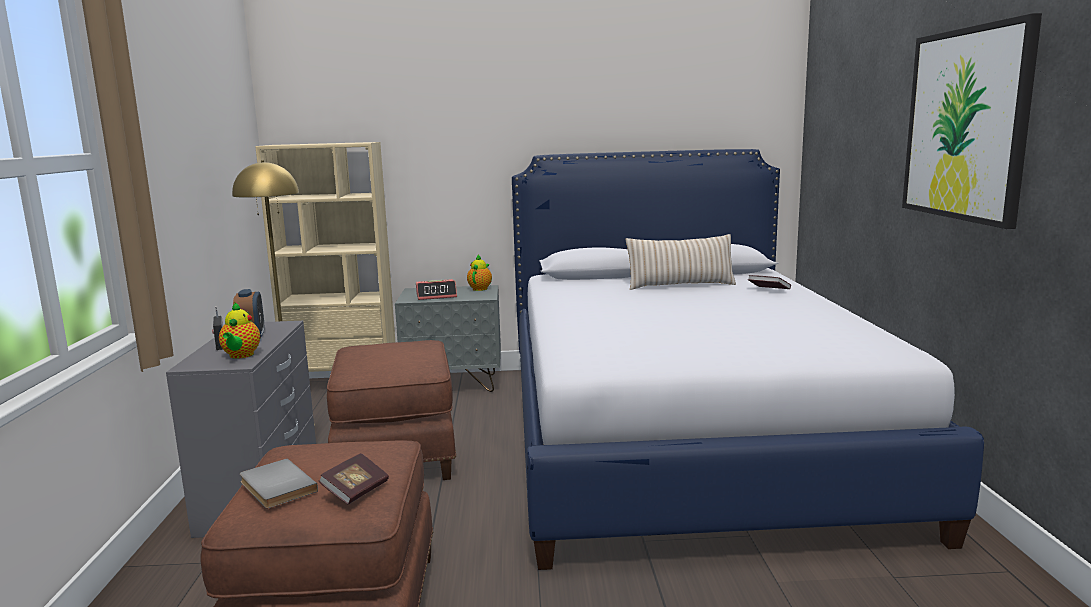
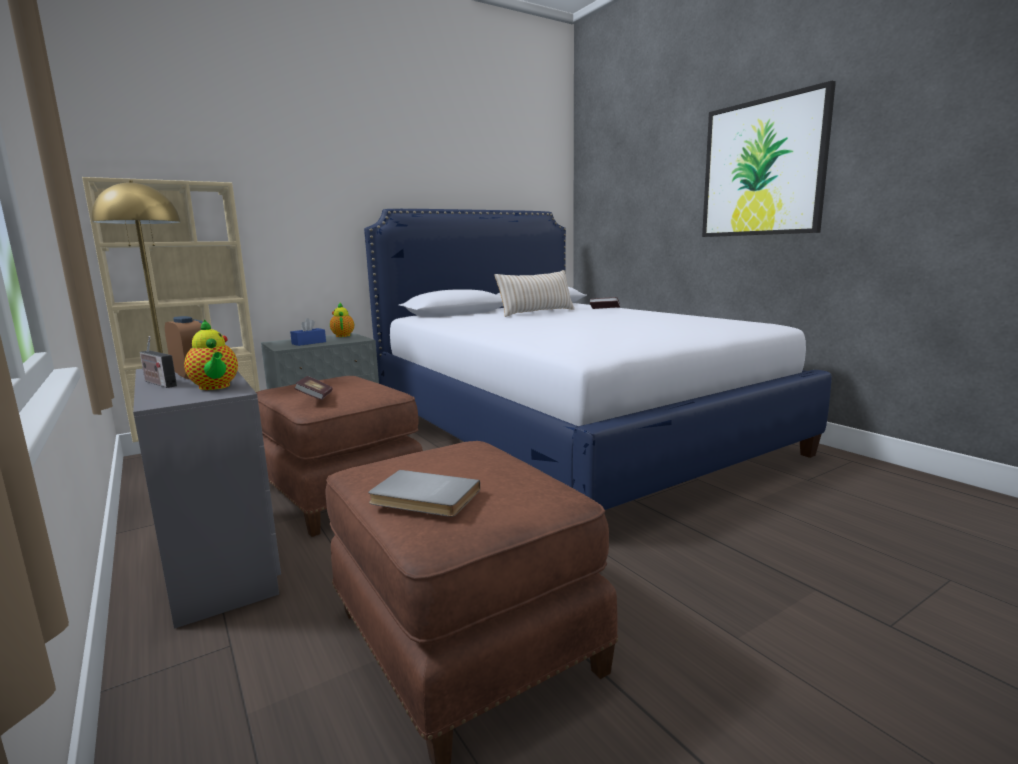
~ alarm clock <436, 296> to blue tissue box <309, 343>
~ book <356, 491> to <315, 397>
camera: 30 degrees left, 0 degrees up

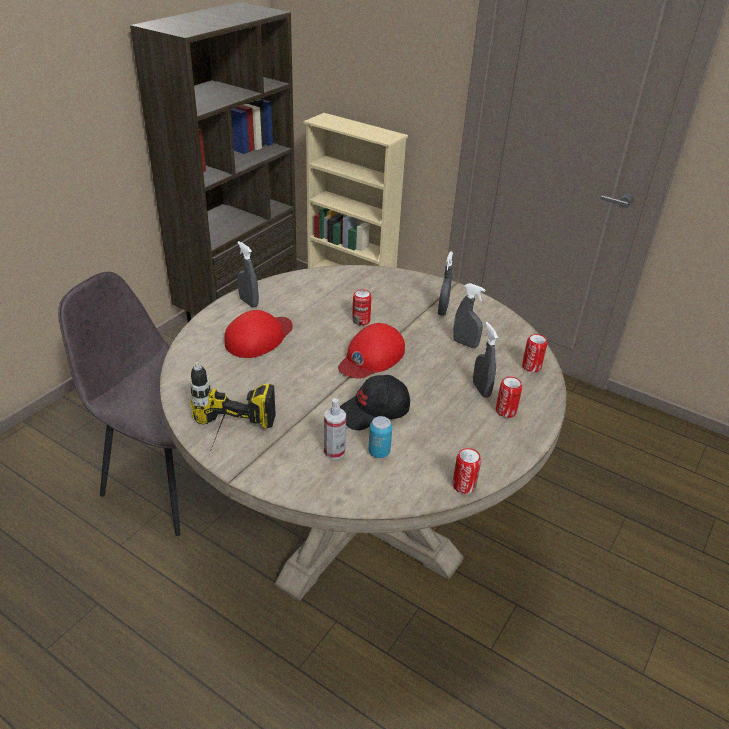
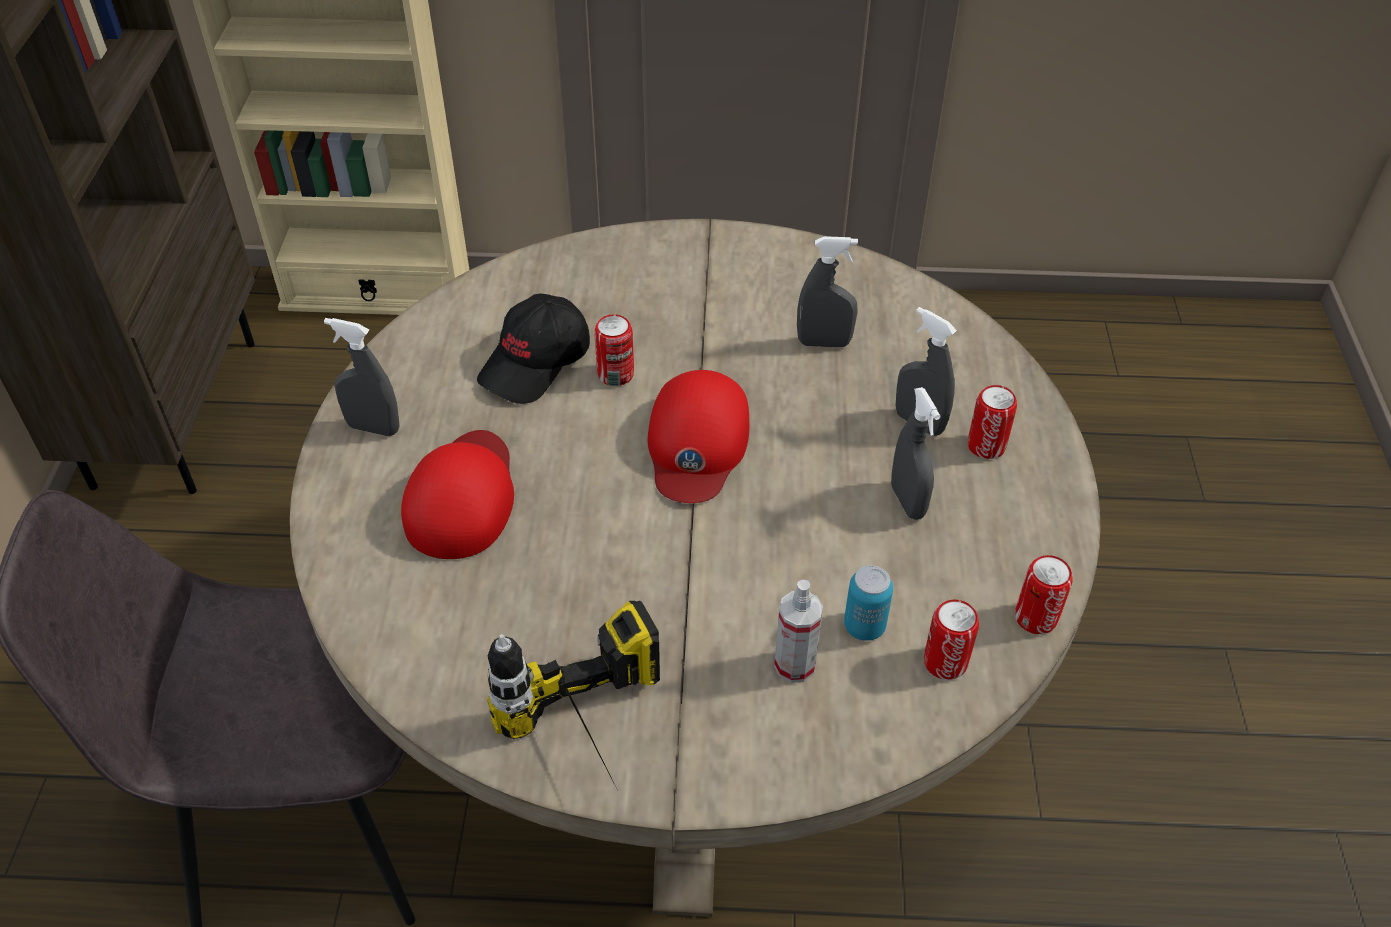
~ black cap <374, 412> to <536, 363>
~ grey spray bottle <443, 310> to <907, 501>
~ can <531, 367> to <945, 662>
camera: 30 degrees left, 10 degrees up

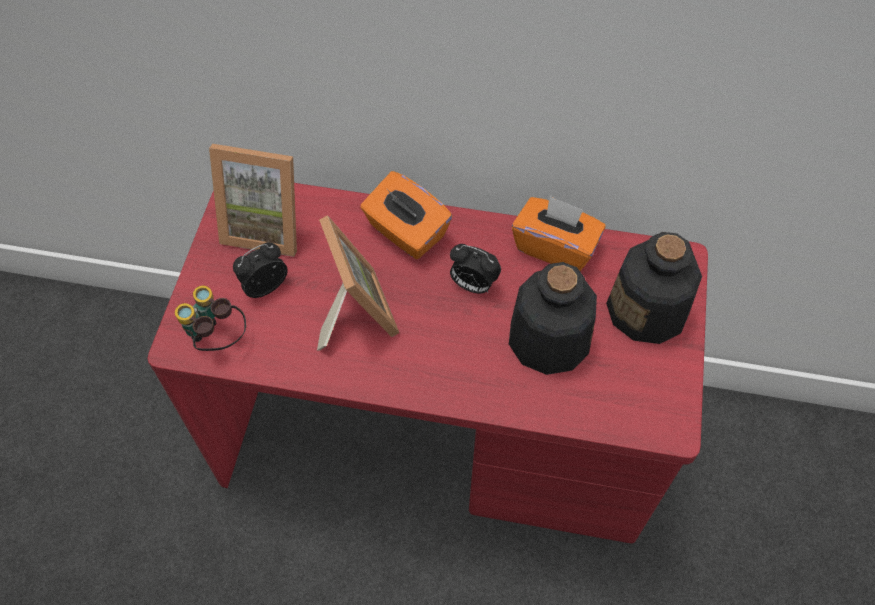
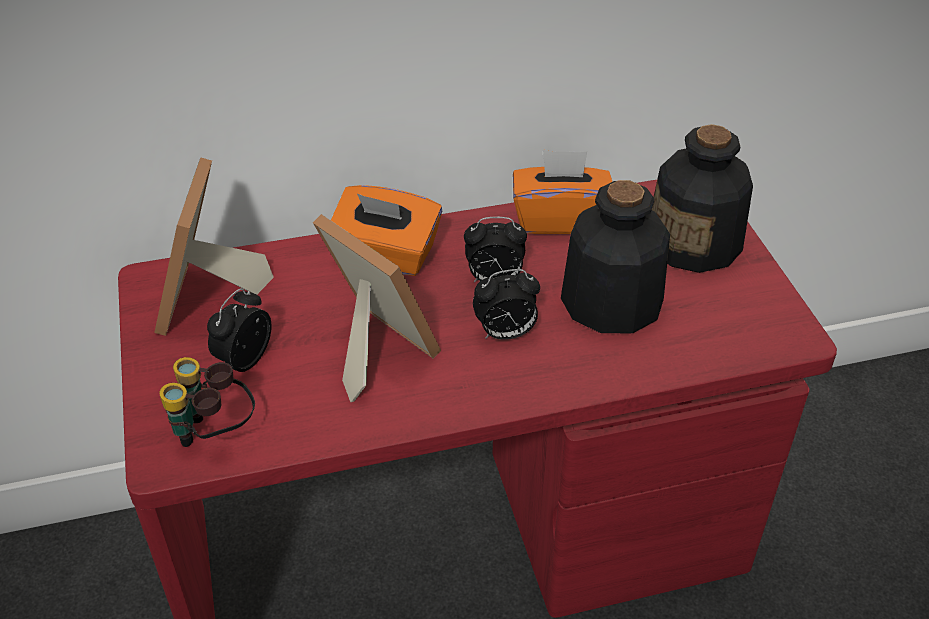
~ picture frame <266, 225> = <209, 300> 105 degrees clockwise
+ alarm clock <505, 333>
camera: 25 degrees left, 15 degrees down

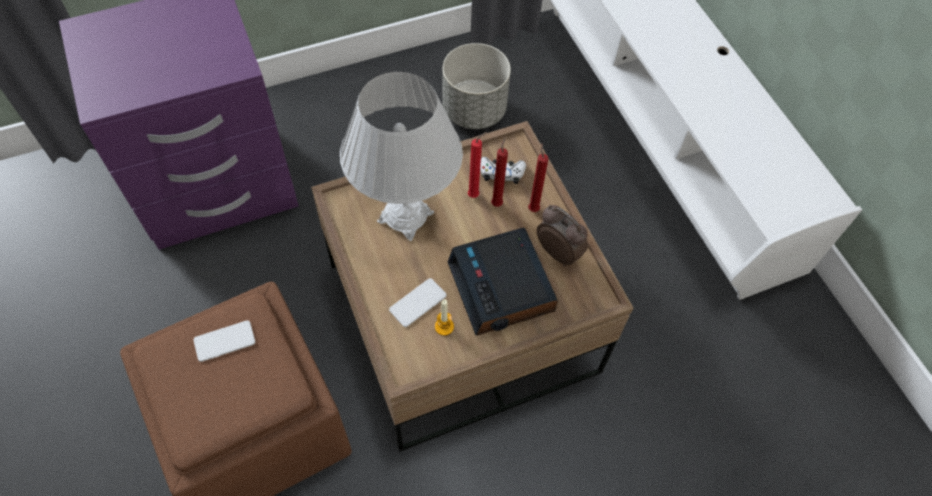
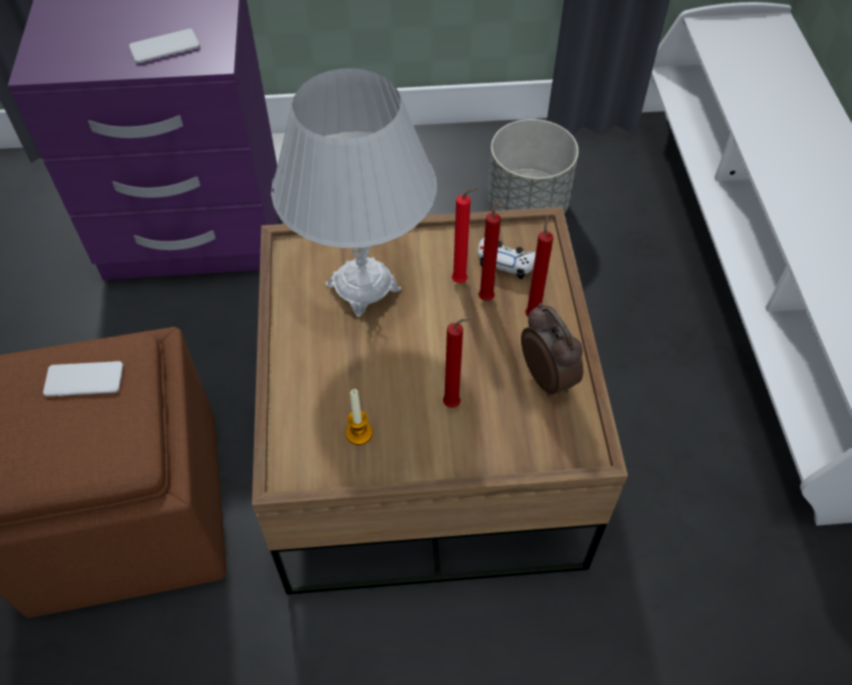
~ phone <418, 303> to <164, 47>
~ alarm clock <502, 288> to red candle <454, 404>
camera: 20 degrees right, 5 degrees down

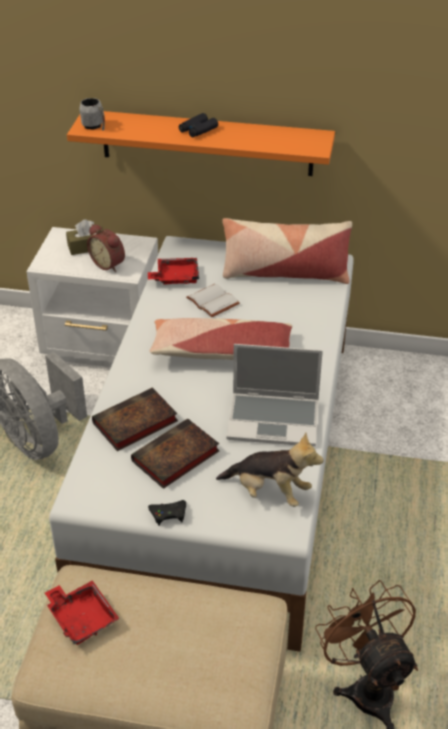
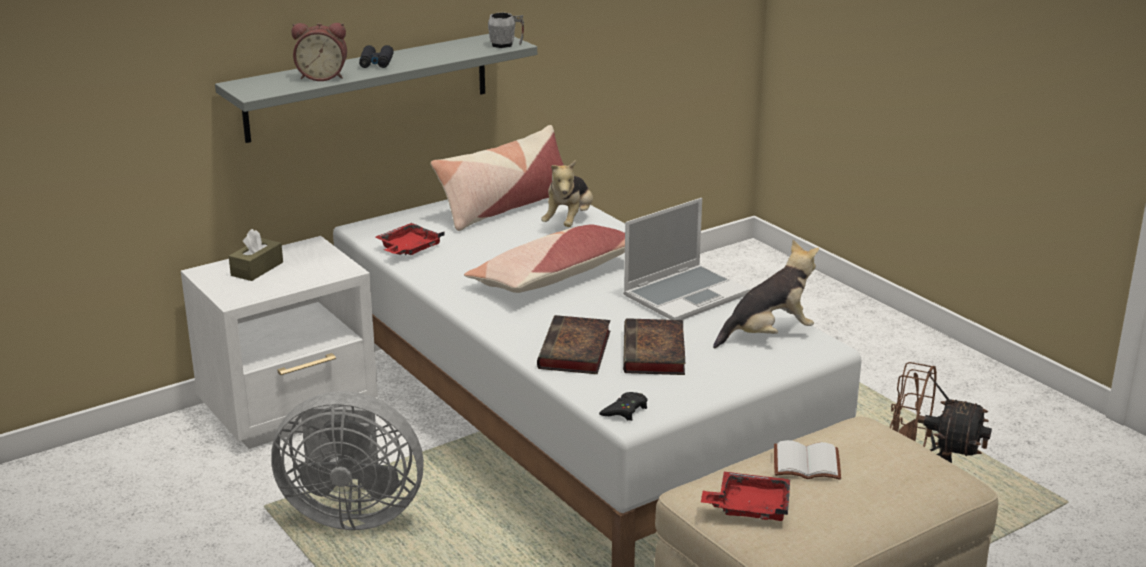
~ orange shelf <207, 143> to grey shelf <368, 86>
~ alarm clock <109, 264> to <322, 77>
~ grey mug <94, 126> to <506, 45>
+ plush toy <569, 222>
~ black game controller <168, 514> to <625, 411>
~ white book <211, 302> to <805, 465>
camera: 45 degrees left, 15 degrees down

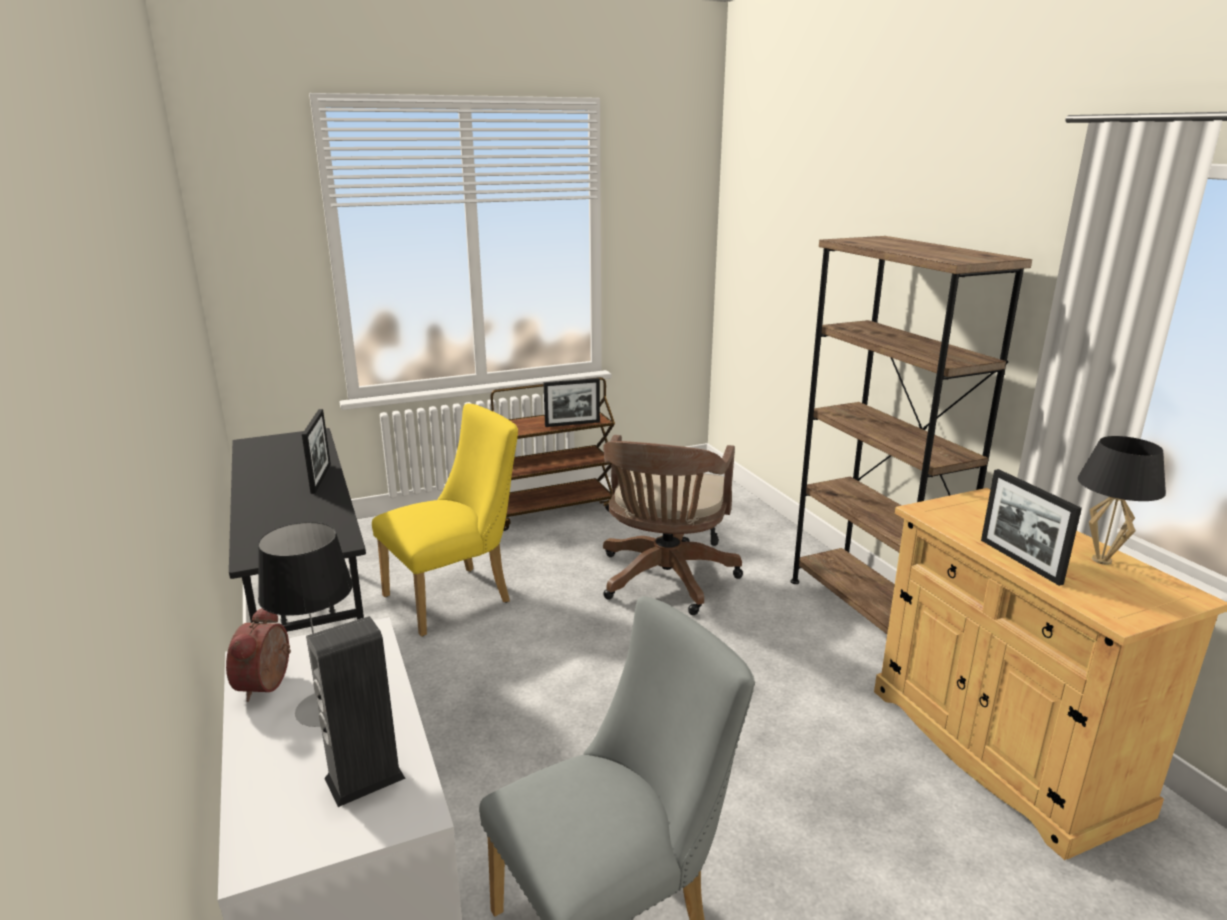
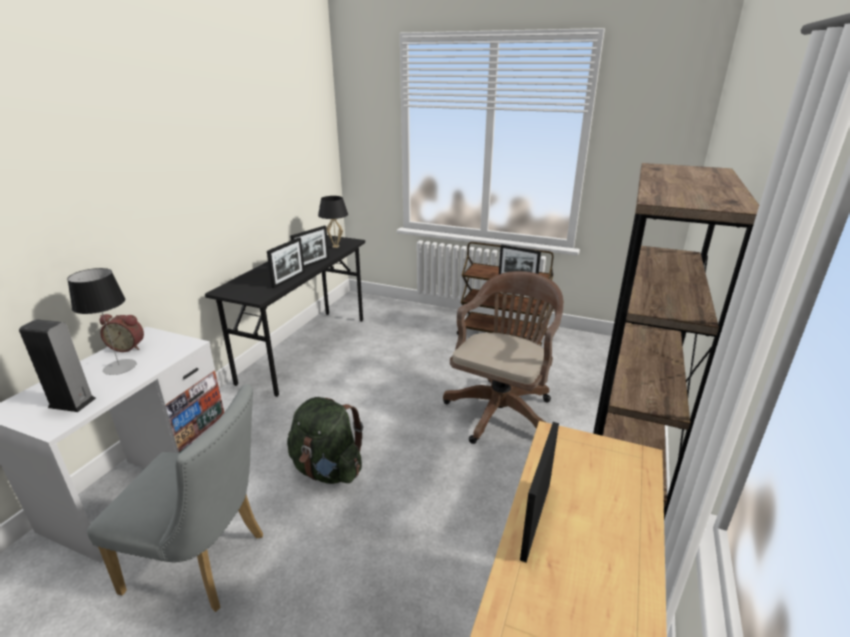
~ alarm clock <268, 684> = <128, 347> 135 degrees counterclockwise
+ picture frame <289, 279>
+ green backpack <328, 470>
~ black table lamp <1101, 560> to <336, 246>
~ brown office chair <665, 581> = <501, 409> 150 degrees clockwise
- yellow chair <456, 597>
camera: 45 degrees right, 5 degrees up

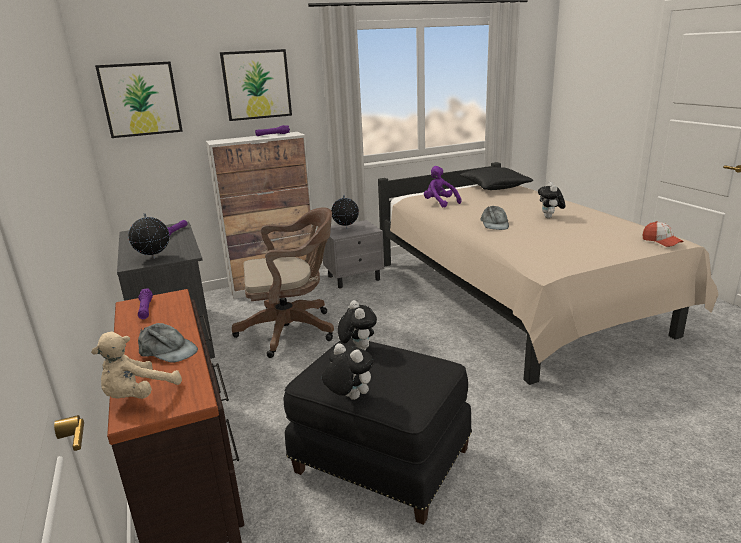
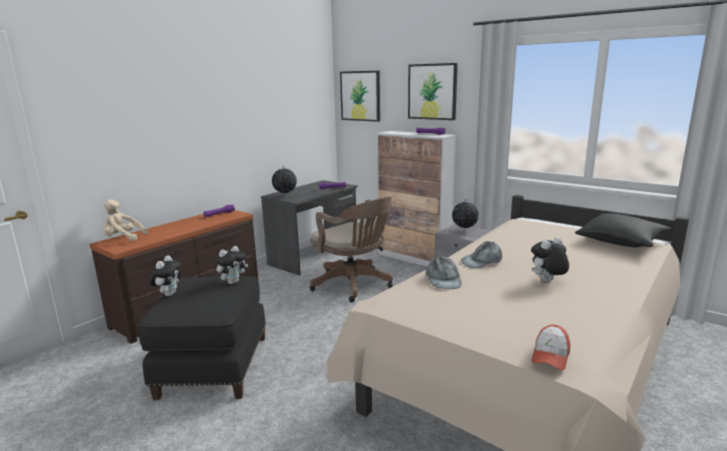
~ grey cap <167, 351> to <443, 279>
- purple plush toy <440, 203>
camera: 60 degrees right, 5 degrees down

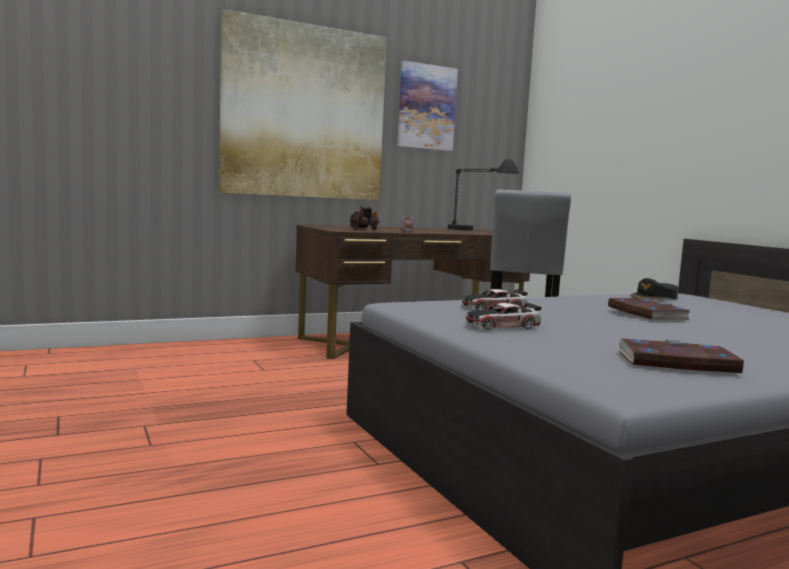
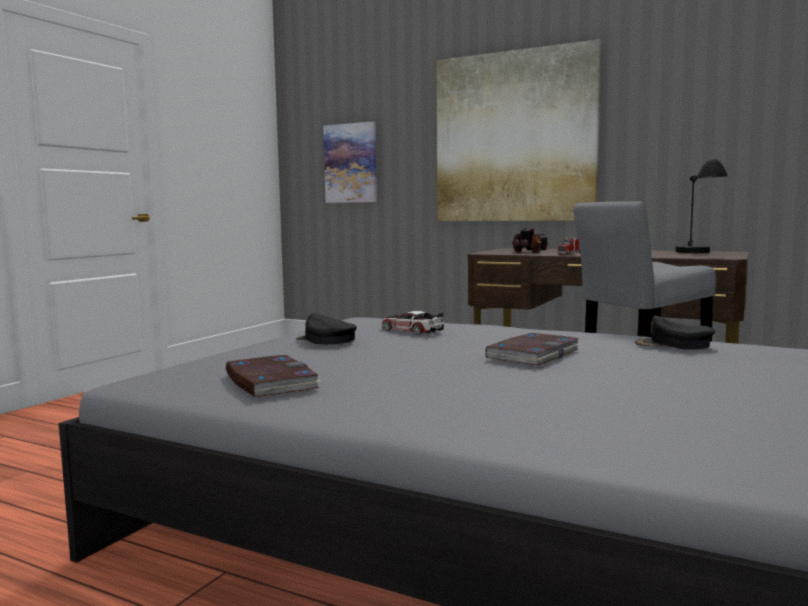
~ toy car <502, 325> to black cap <326, 340>
~ picture <426, 107> to <351, 163>
camera: 55 degrees right, 0 degrees up

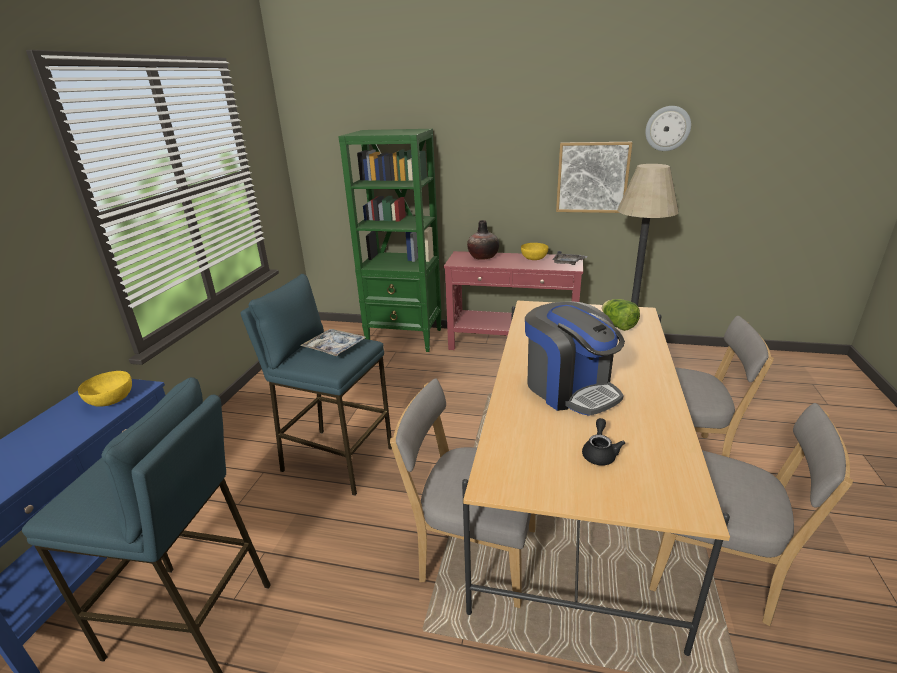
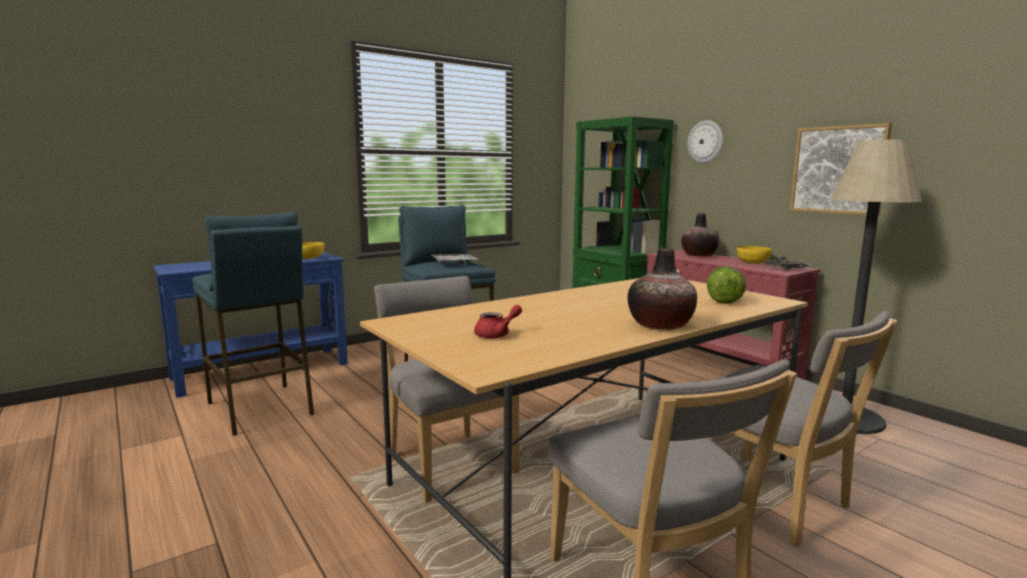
~ black teapot <599, 453> to red teapot <497, 334>
+ vase <660, 325>
~ wall clock <667, 128> to <705, 142>
- coffee machine <570, 389>
camera: 40 degrees right, 15 degrees down

